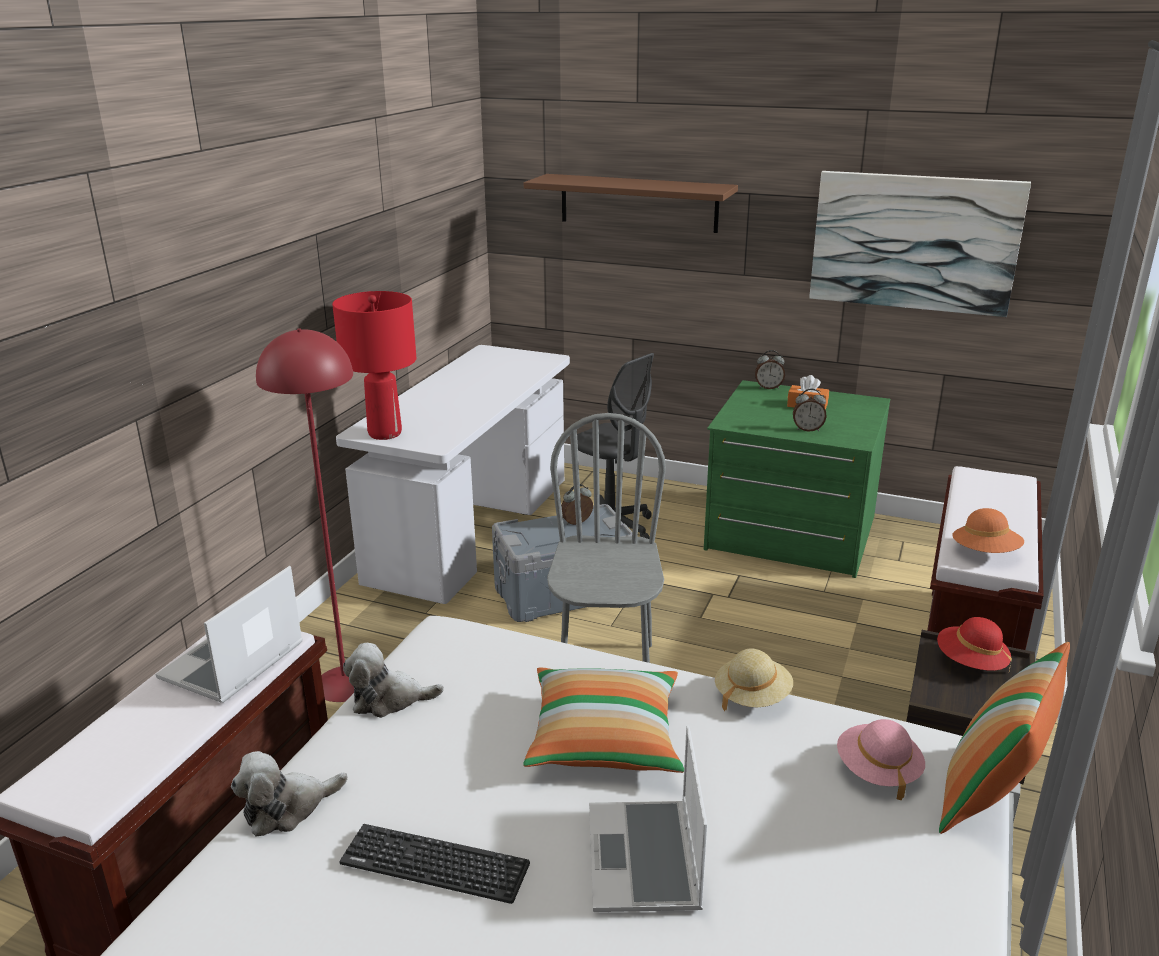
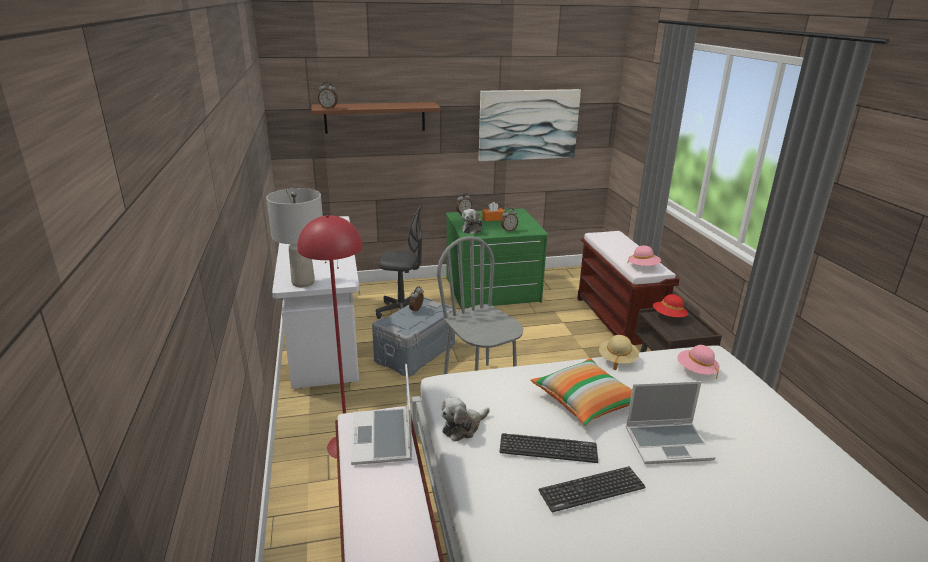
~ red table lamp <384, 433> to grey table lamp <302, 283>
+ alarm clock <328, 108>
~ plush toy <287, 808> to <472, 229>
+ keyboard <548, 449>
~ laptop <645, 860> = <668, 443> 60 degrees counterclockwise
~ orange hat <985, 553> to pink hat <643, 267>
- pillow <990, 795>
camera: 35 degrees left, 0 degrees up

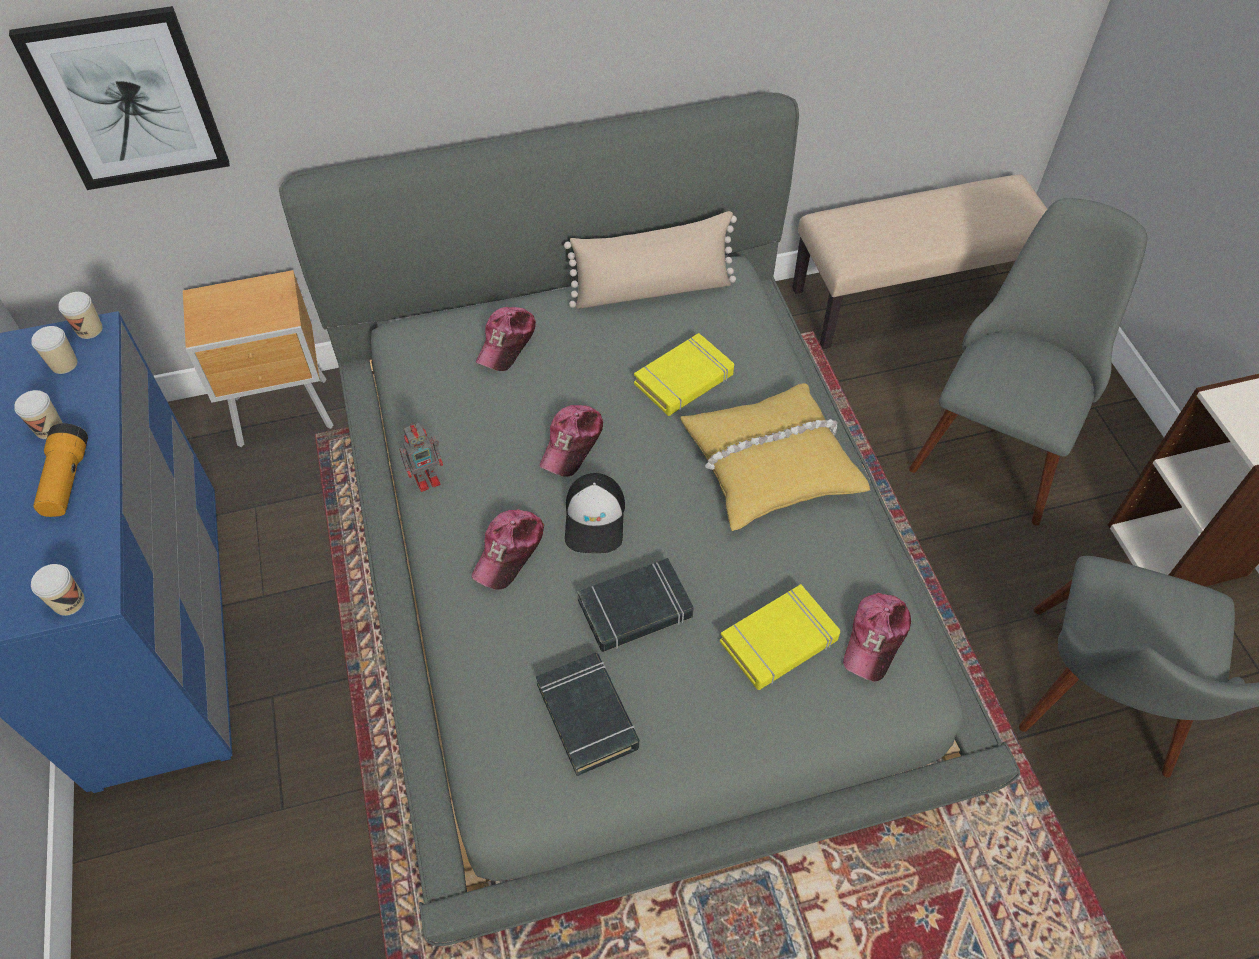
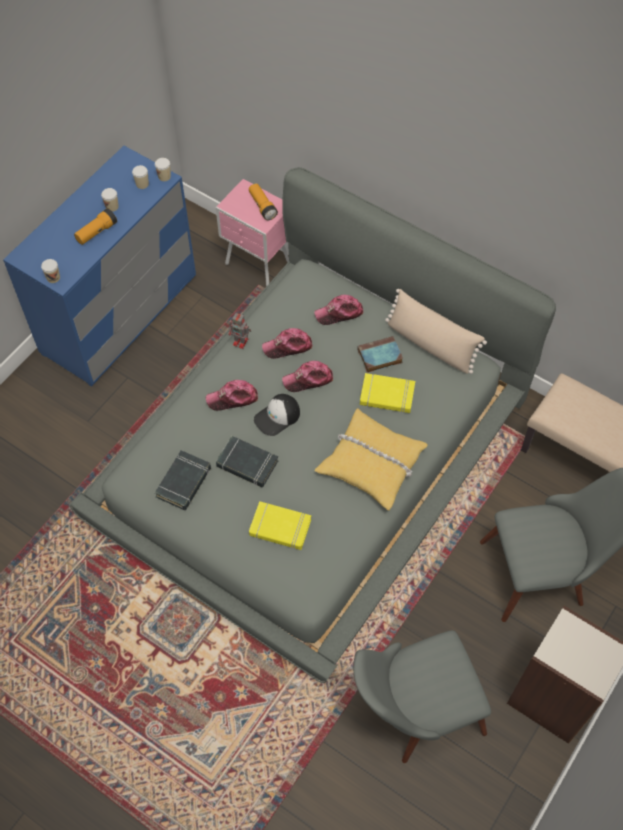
~ brown nightstand <286, 413> to pink nightstand <258, 265>
+ flashlight <262, 206>
~ cap <875, 639> to <287, 347>
+ book <379, 357>
- picture <127, 100>
camera: 50 degrees right, 5 degrees up

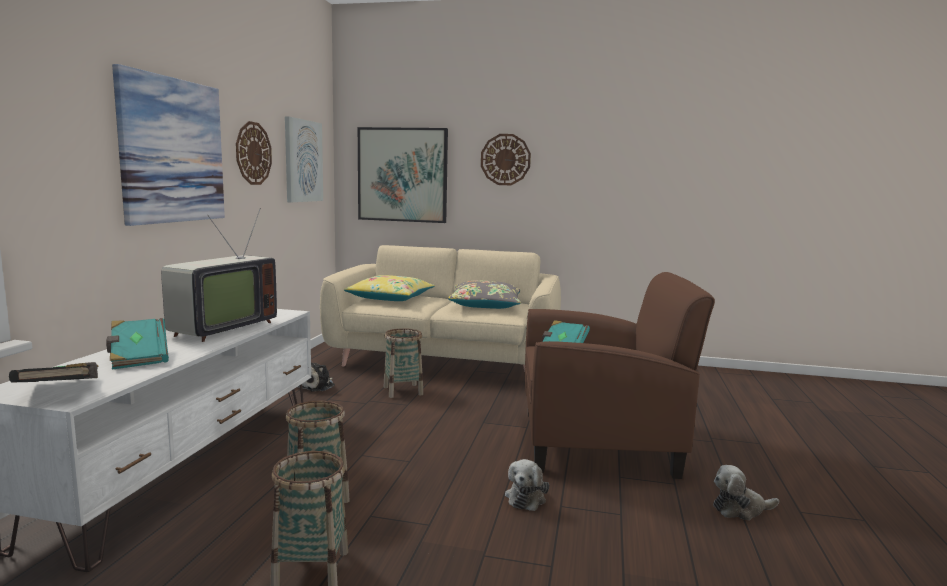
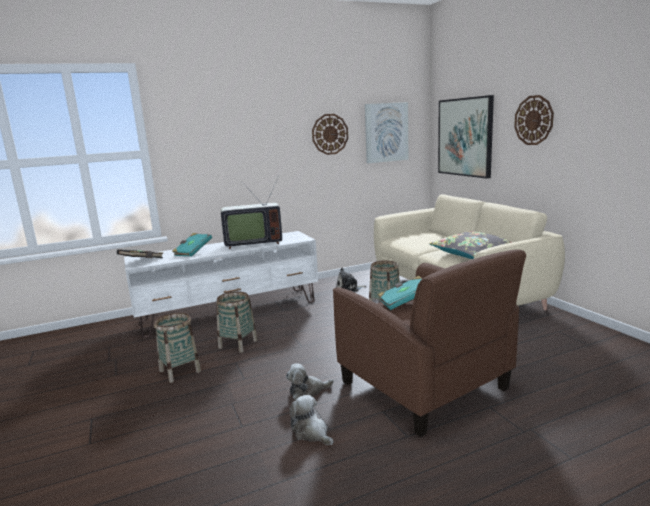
~ plush toy <740, 509> to <311, 433>
- picture <172, 151>
- yellow pillow <390, 298>
camera: 55 degrees right, 5 degrees up

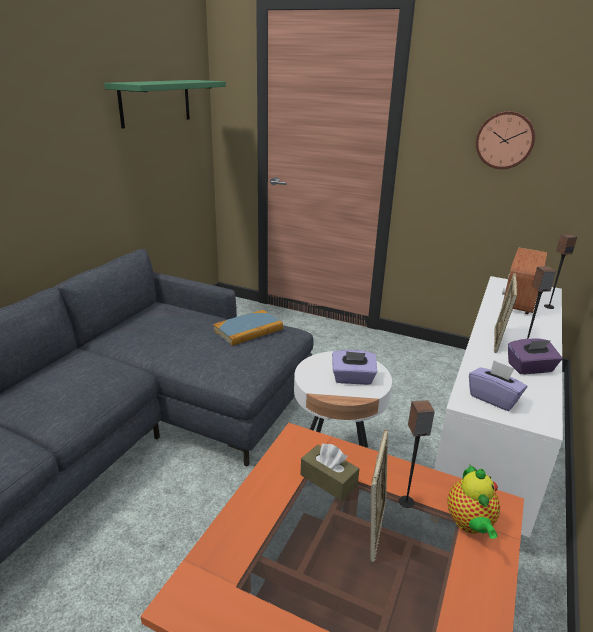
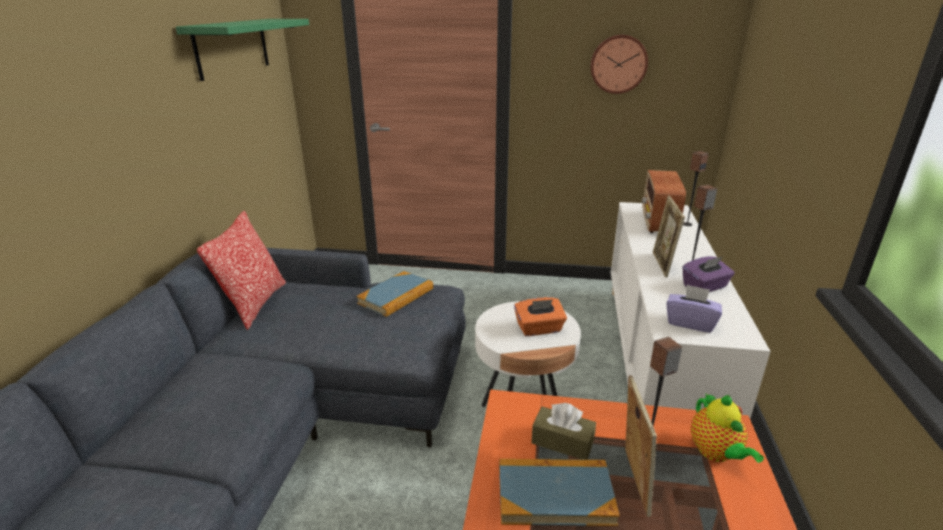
+ pillow <255, 304>
+ book <555, 495>
~ purple tissue box <353, 379> to orange tissue box <539, 329>
camera: 15 degrees left, 0 degrees up

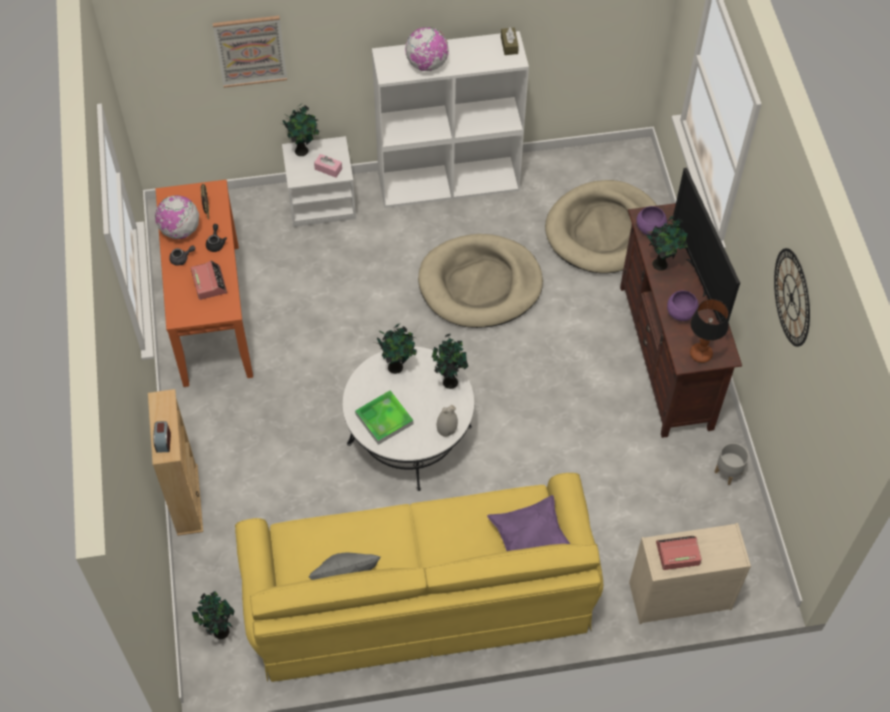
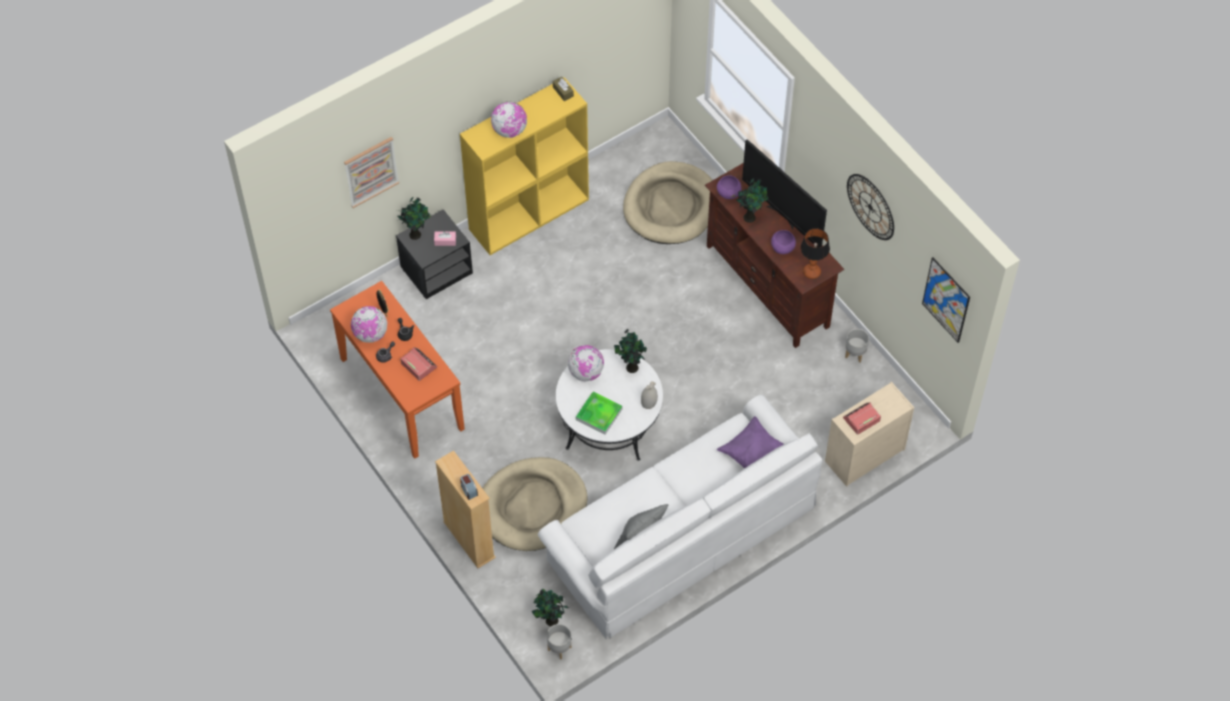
~ white nightstand <322, 201> to black nightstand <436, 269>
~ white bookcase <449, 181> to yellow bookcase <529, 213>
~ beige dog bed <480, 284> to <532, 506>
~ yellow sofa <419, 594> to white sofa <680, 533>
+ grey planter <559, 649>
~ potted plant <396, 366> to globe <586, 372>
+ picture <946, 300>
camera: 25 degrees left, 0 degrees up

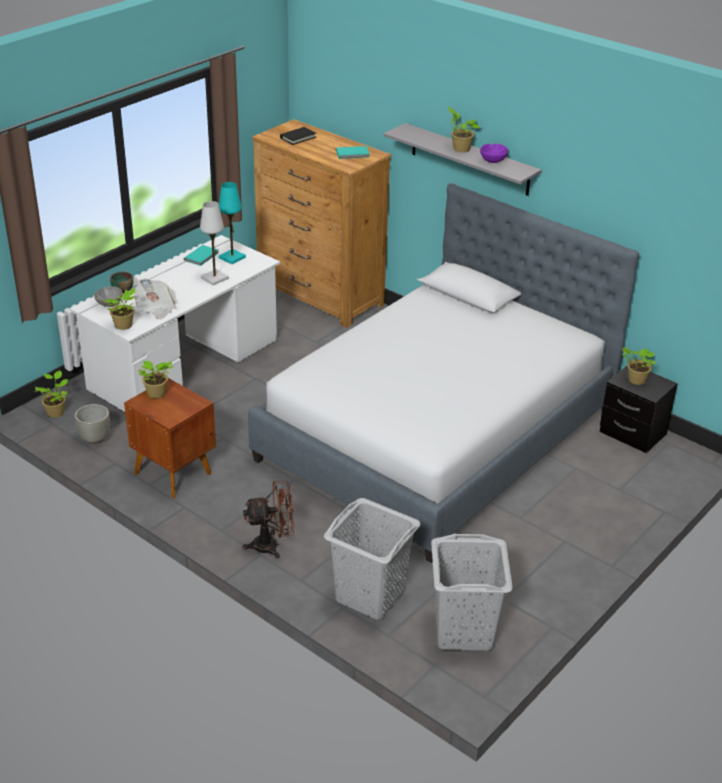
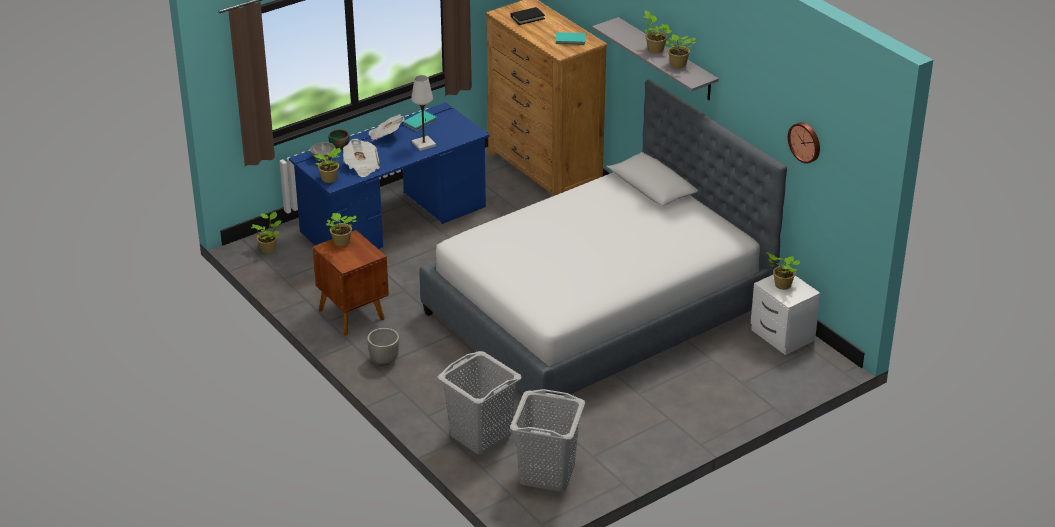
~ white desk <184, 365> to blue desk <393, 220>
~ grey planter <95, 438> to <384, 360>
+ newspaper <386, 136>
~ purple bowl <492, 161> to potted plant <677, 65>
~ black nightstand <632, 433> to white nightstand <781, 336>
+ wall clock <805, 142>
- turquoise table lamp <232, 257>
- brown fan <272, 545>
camera: 15 degrees right, 0 degrees up

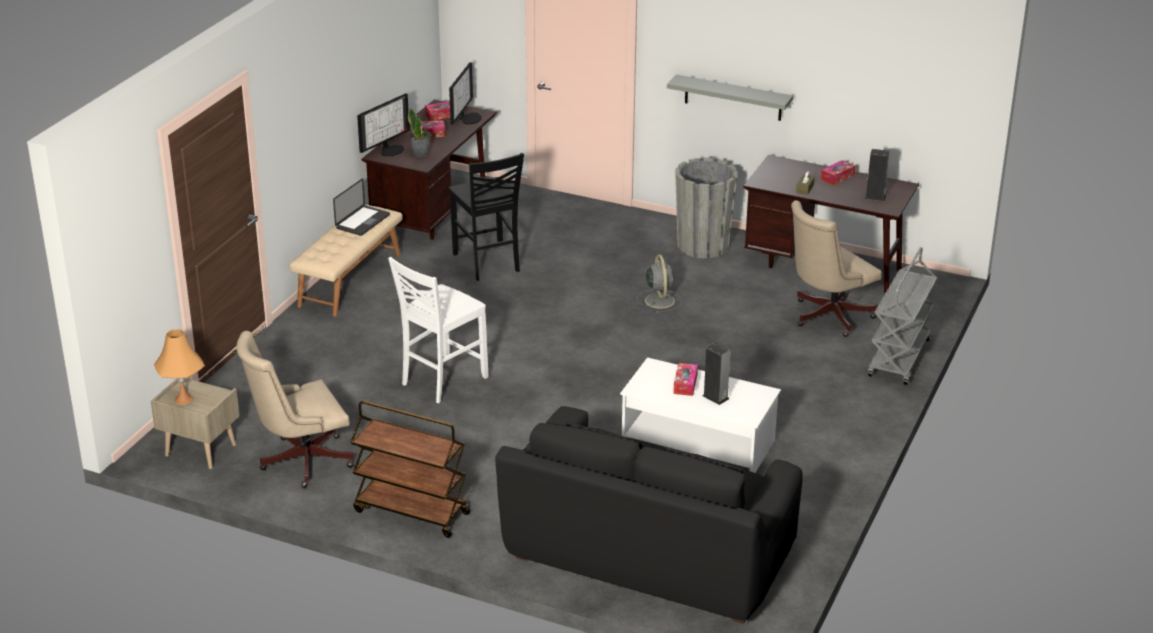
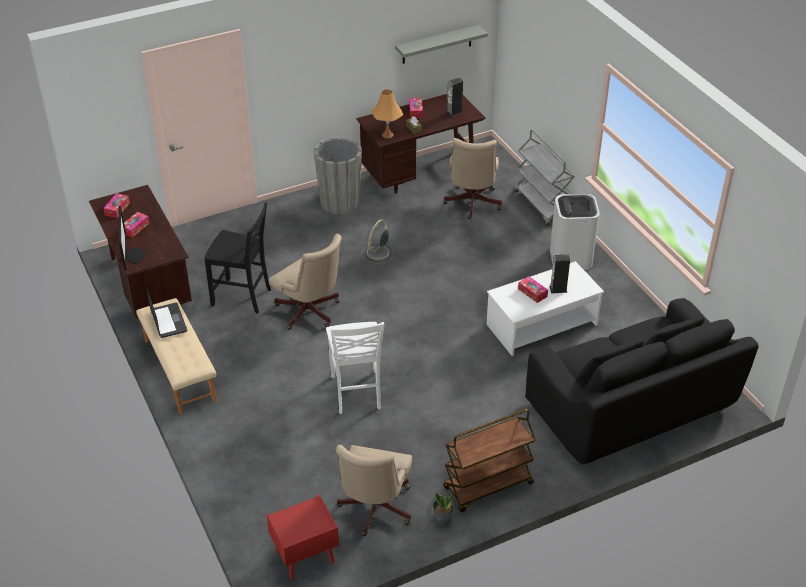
~ beige nightstand <199, 450> to red nightstand <304, 557>
+ beige office chair <310, 313>
~ grey fan <659, 300> = <377, 253> 90 degrees counterclockwise
~ orange table lamp <183, 399> to <387, 135>
~ grey shelf <733, 98> to <437, 44>
~ potted plant <421, 153> to <443, 518>
+ white trash can <571, 258>
- monitor <468, 118>
camera: 50 degrees left, 10 degrees up

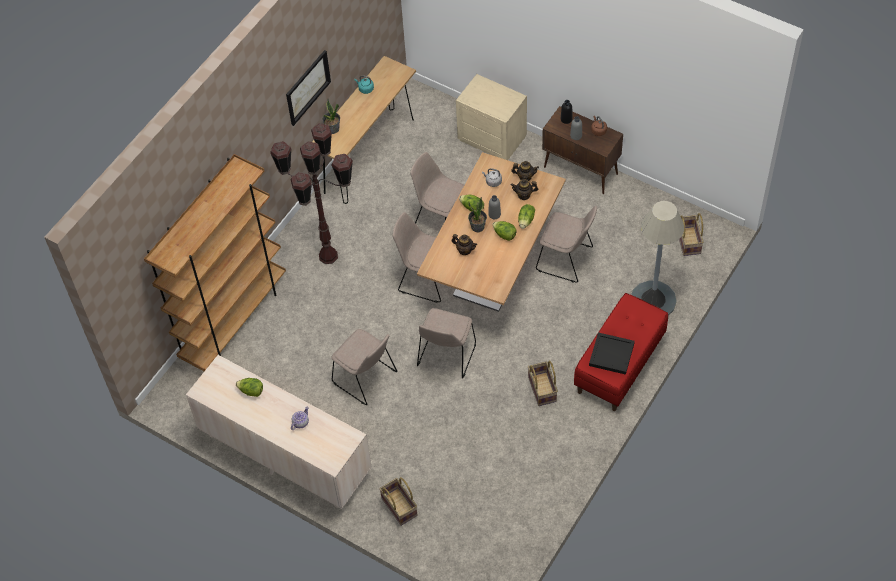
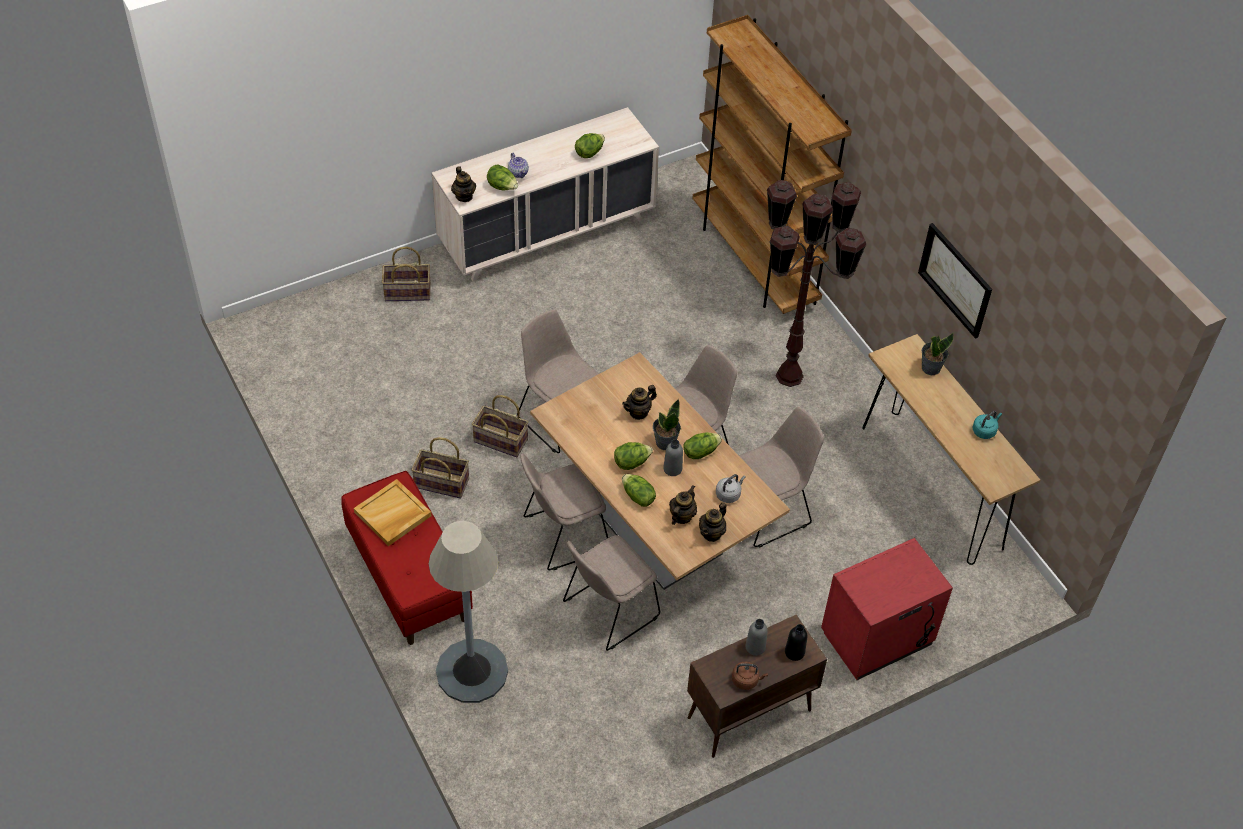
~ black tray <612, 354> to beige tray <392, 515>
+ teapot <464, 196>
~ basket <689, 241> to <500, 441>
+ lettuce <502, 187>
~ beige chair <366, 379> to <563, 535>
~ beige nightstand <492, 138> to red nightstand <877, 639>
camera: 115 degrees right, 5 degrees down

